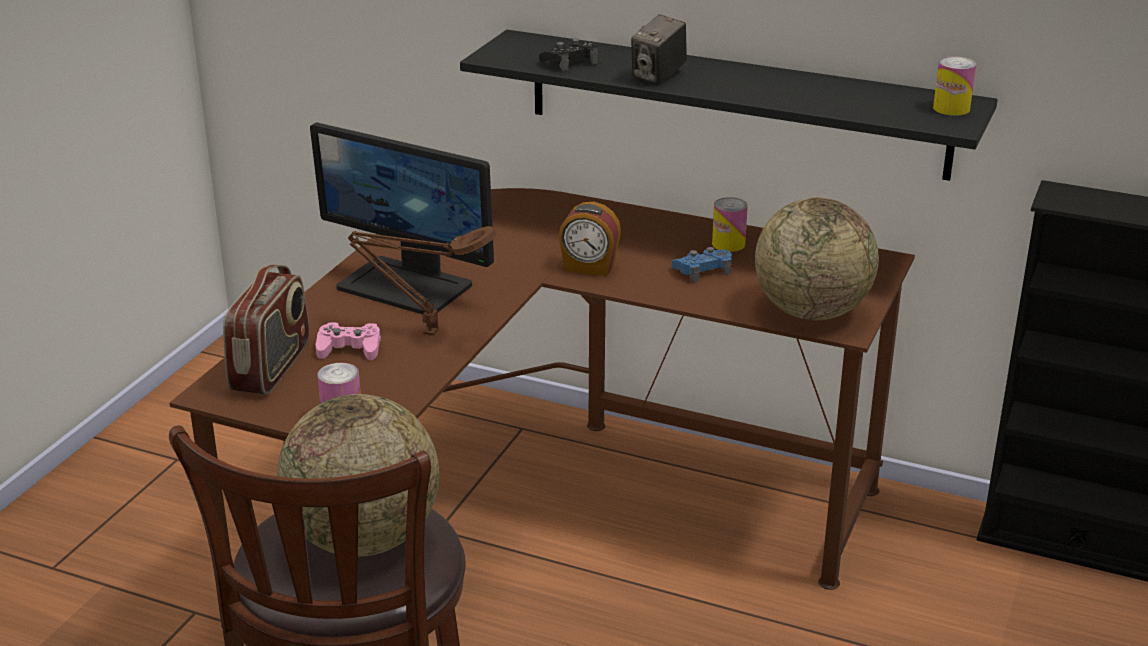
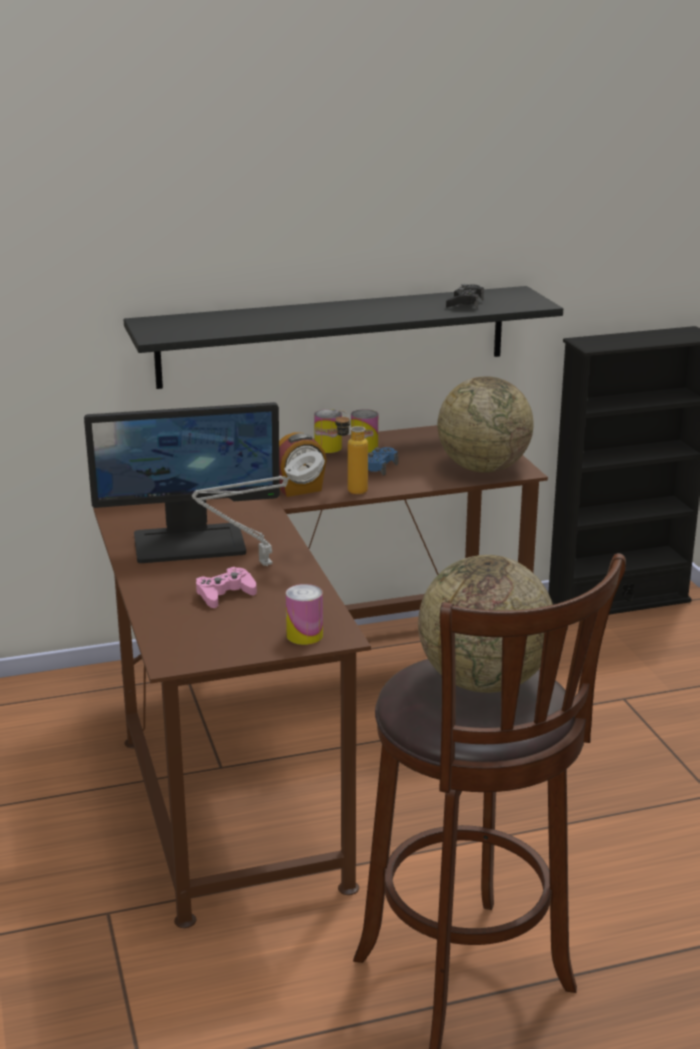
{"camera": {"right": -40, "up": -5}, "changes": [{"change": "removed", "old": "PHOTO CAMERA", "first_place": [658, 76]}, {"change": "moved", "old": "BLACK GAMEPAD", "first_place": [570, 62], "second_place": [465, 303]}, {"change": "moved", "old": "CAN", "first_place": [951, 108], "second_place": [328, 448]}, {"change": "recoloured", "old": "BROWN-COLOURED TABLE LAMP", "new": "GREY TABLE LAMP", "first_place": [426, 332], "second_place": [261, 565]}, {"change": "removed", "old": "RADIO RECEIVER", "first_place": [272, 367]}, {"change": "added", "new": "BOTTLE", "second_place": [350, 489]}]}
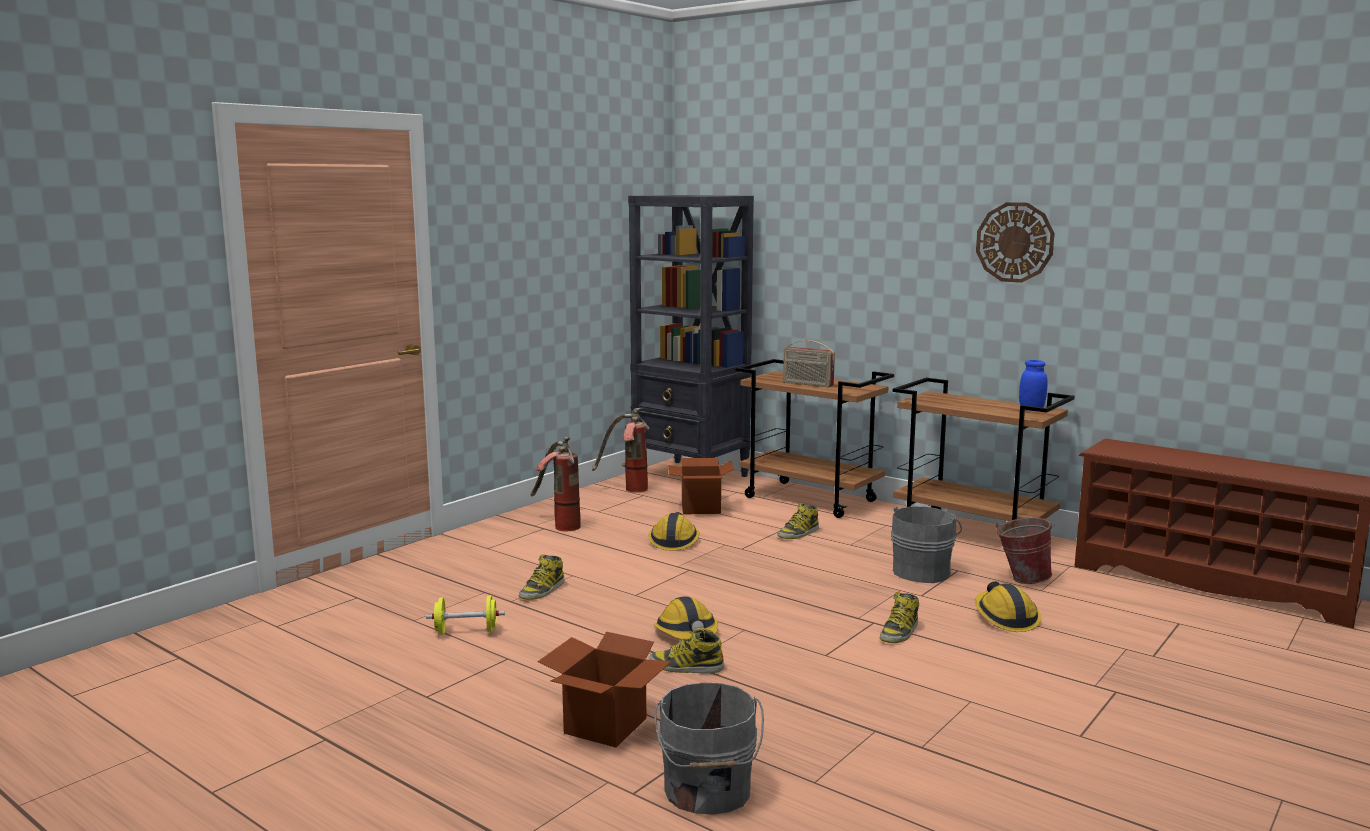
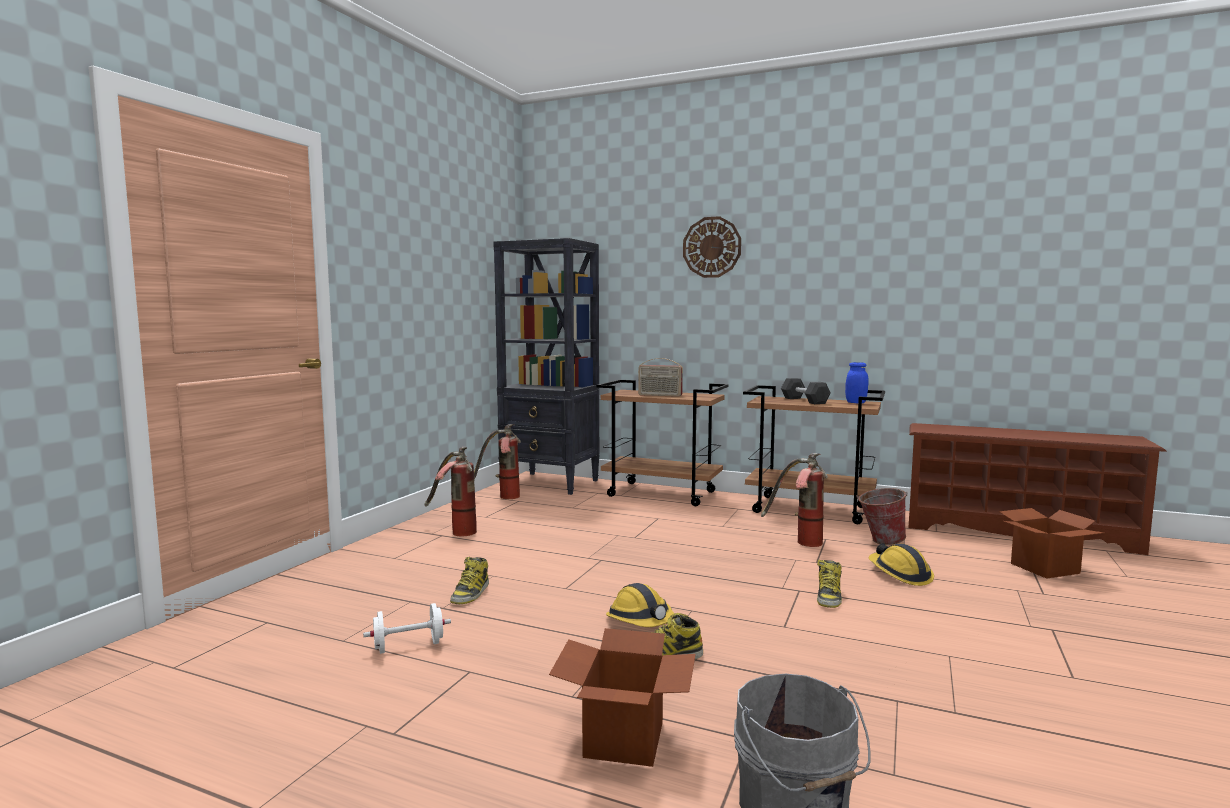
{"camera": {"right": -15, "up": -5}, "changes": [{"change": "moved", "old": "HANGING CLOCK", "first_place": [1014, 242], "second_place": [712, 247]}, {"change": "moved", "old": "PACKING BOX", "first_place": [701, 508], "second_place": [1044, 568]}, {"change": "removed", "old": "BOOT", "first_place": [798, 533]}, {"change": "replaced", "old": "GREY WATER BUCKET", "new": "FIRE EXTINGUISHER", "first_place": [922, 571], "second_place": [799, 542]}, {"change": "removed", "old": "SAFETY HELMET", "first_place": [674, 541]}, {"change": "recoloured", "old": "YELLOW DUMBBELL", "new": "WHITE DUMBBELL", "first_place": [466, 631], "second_place": [408, 646]}, {"change": "added", "new": "BLACK DUMBBELL", "second_place": [804, 400]}]}
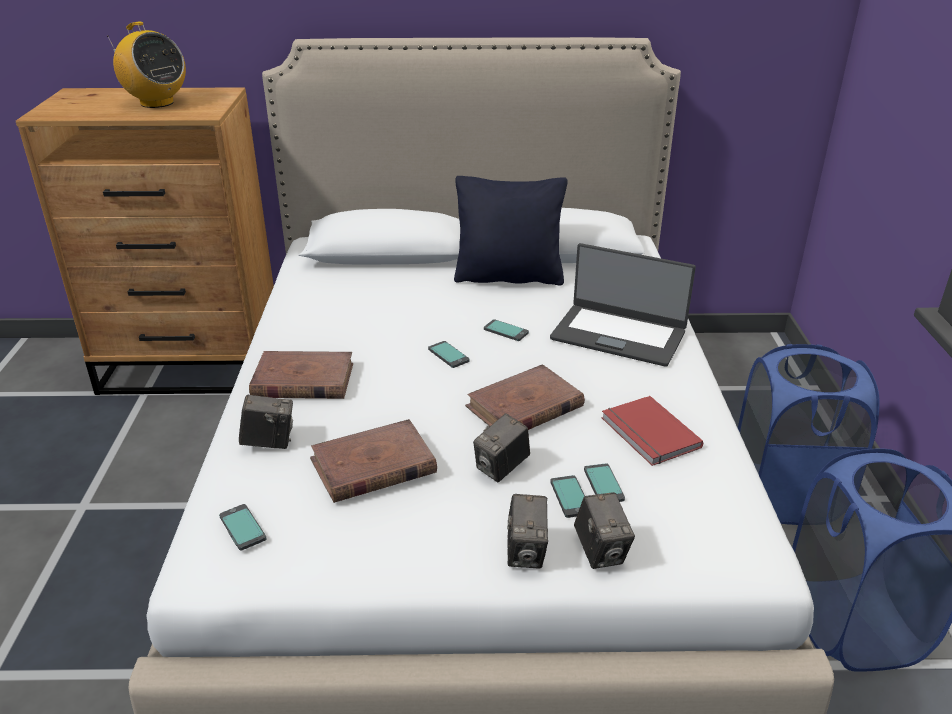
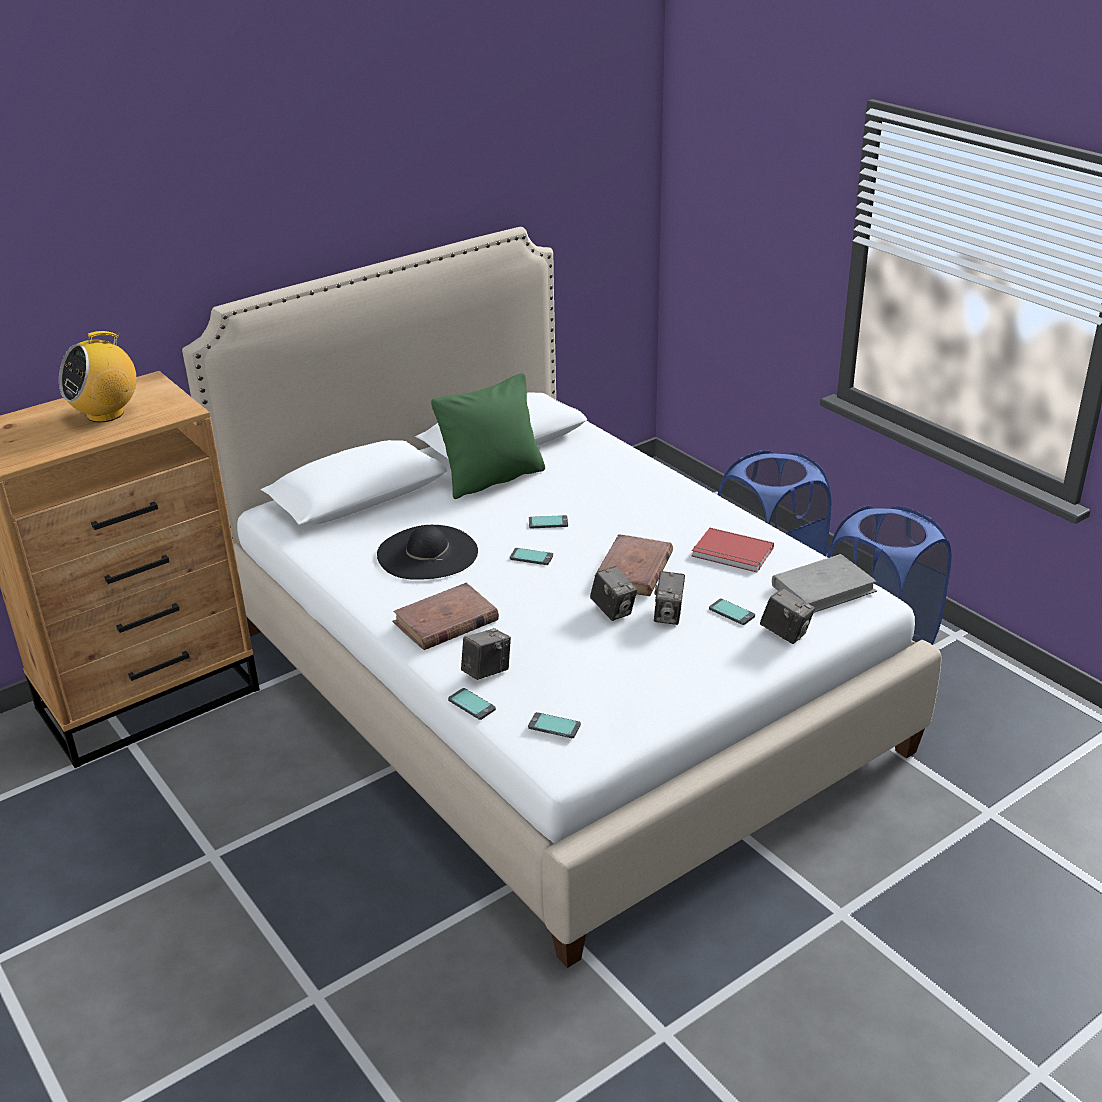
{"camera": {"right": -35, "up": 0}, "changes": [{"change": "turned", "old": "RADIO RECEIVER", "first_place": [156, 103], "second_place": [106, 414], "degrees": 135}, {"change": "recoloured", "old": "BLACK CUSHION", "new": "GREEN-COLOURED CUSHION", "first_place": [509, 277], "second_place": [492, 479]}, {"change": "removed", "old": "NOTEBOOK COMPUTER", "first_place": [618, 334]}, {"change": "removed", "old": "BROWN-COLOURED VOLUME", "first_place": [373, 466]}, {"change": "moved", "old": "HANDSET", "first_place": [604, 484], "second_place": [472, 704]}, {"change": "moved", "old": "PHOTO CAMERA", "first_place": [526, 552], "second_place": [613, 610]}, {"change": "added", "new": "BLACK CLOTHING HAT", "second_place": [427, 553]}, {"change": "added", "new": "GREY VOLUME", "second_place": [823, 589]}]}
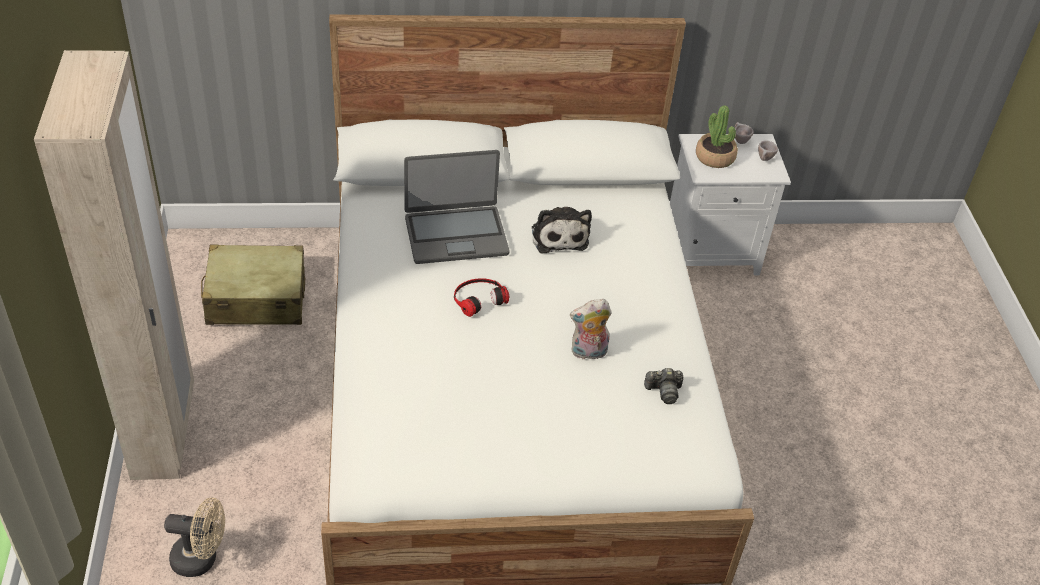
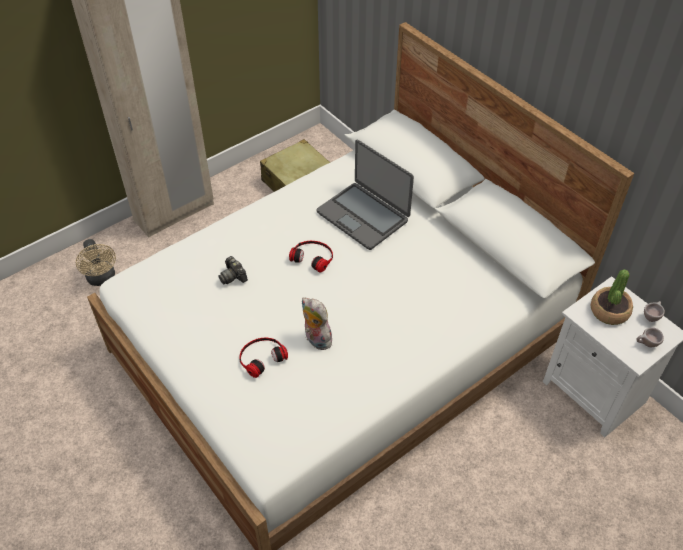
{"camera": {"right": 60, "up": 5}, "changes": [{"change": "removed", "old": "SOFT TOY", "first_place": [559, 236]}, {"change": "moved", "old": "PHOTO CAMERA", "first_place": [664, 391], "second_place": [233, 276]}, {"change": "added", "new": "PAIR OF HEADPHONES", "second_place": [261, 357]}]}
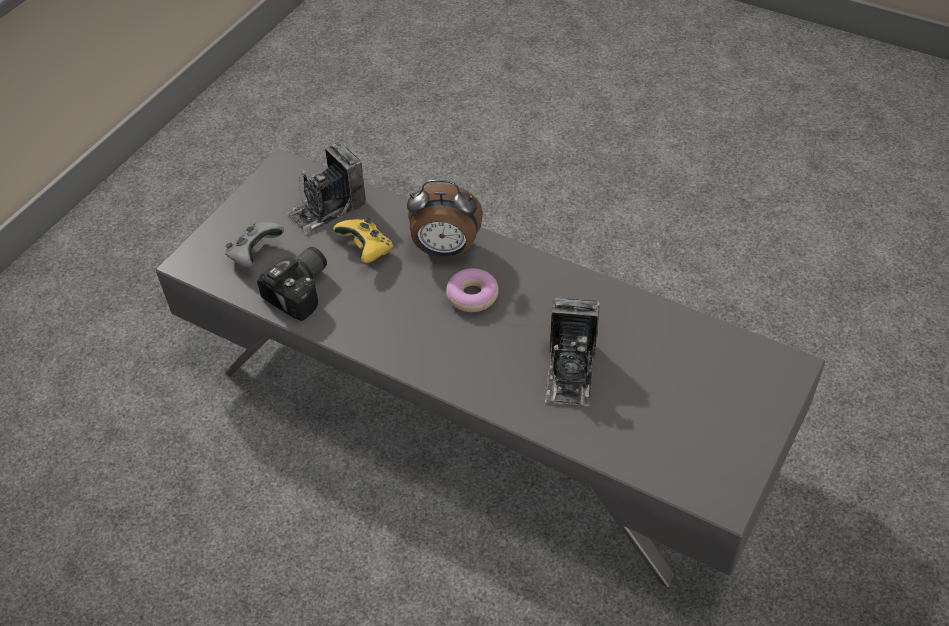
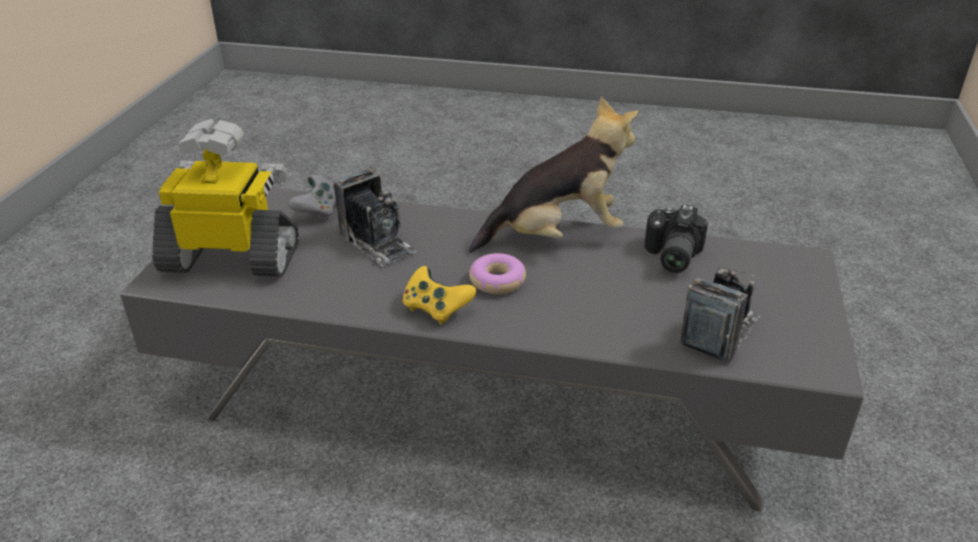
{"camera": {"right": 160, "up": -15}, "changes": [{"change": "removed", "old": "BEDSIDE CLOCK", "first_place": [445, 250]}, {"change": "moved", "old": "YELLOW GAMEPAD", "first_place": [367, 250], "second_place": [436, 309]}, {"change": "moved", "old": "GREY GAMEPAD", "first_place": [255, 254], "second_place": [319, 211]}, {"change": "turned", "old": "PHOTO CAMERA", "first_place": [570, 371], "second_place": [377, 243], "degrees": 150}, {"change": "added", "new": "SOFT TOY", "second_place": [557, 236]}, {"change": "added", "new": "ROBOT FIGURE", "second_place": [233, 258]}]}
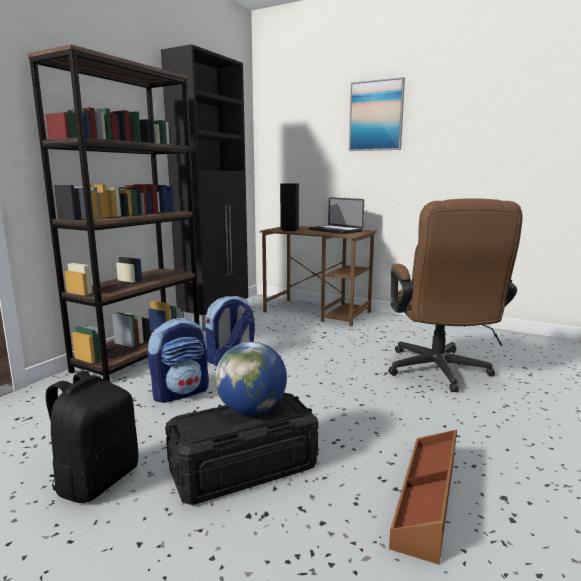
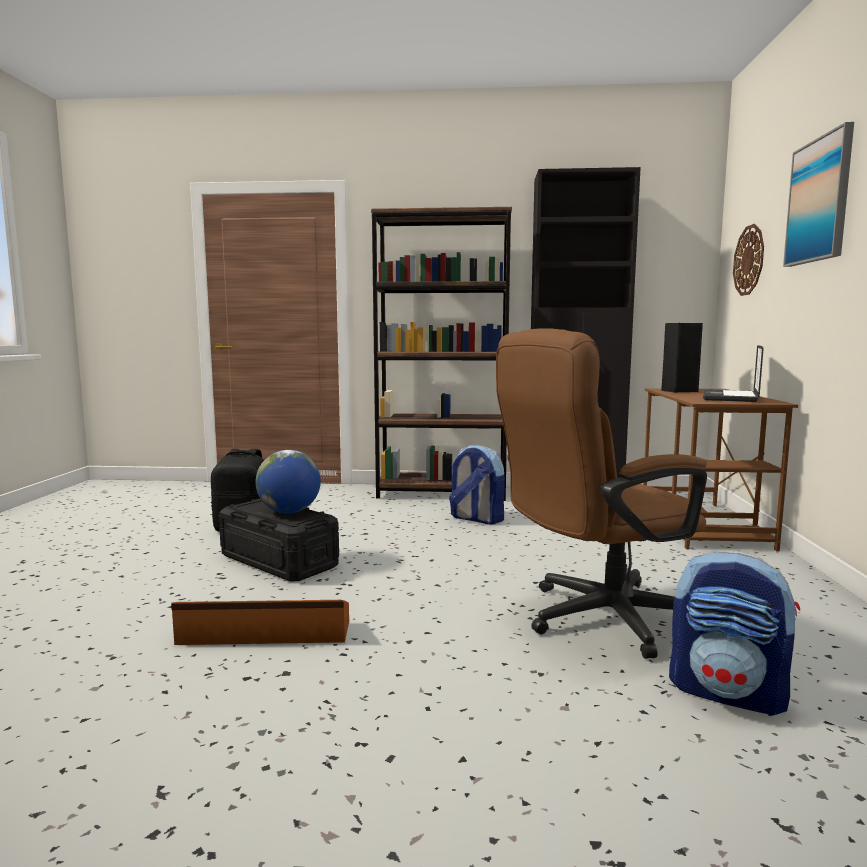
{"camera": {"right": 65, "up": -5}, "changes": [{"change": "moved", "old": "RUCKSACK", "first_place": [181, 392], "second_place": [728, 693]}, {"change": "added", "new": "HANGING CLOCK", "second_place": [749, 260]}]}
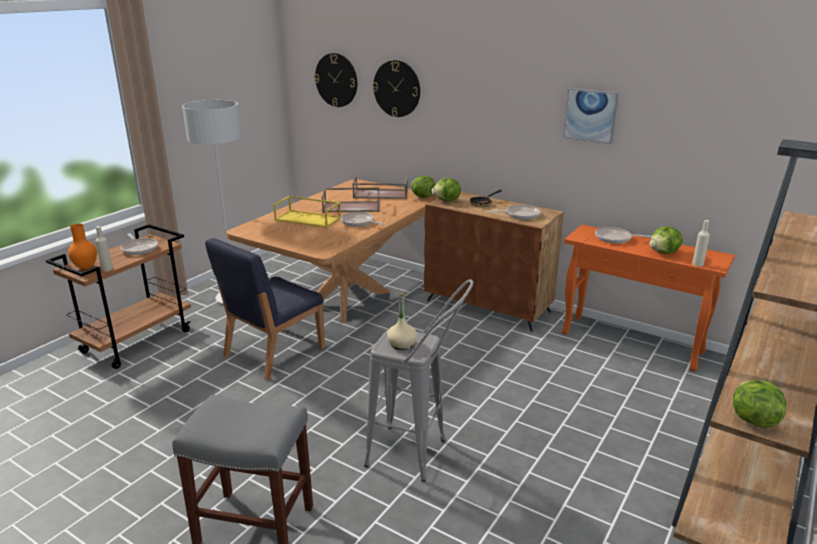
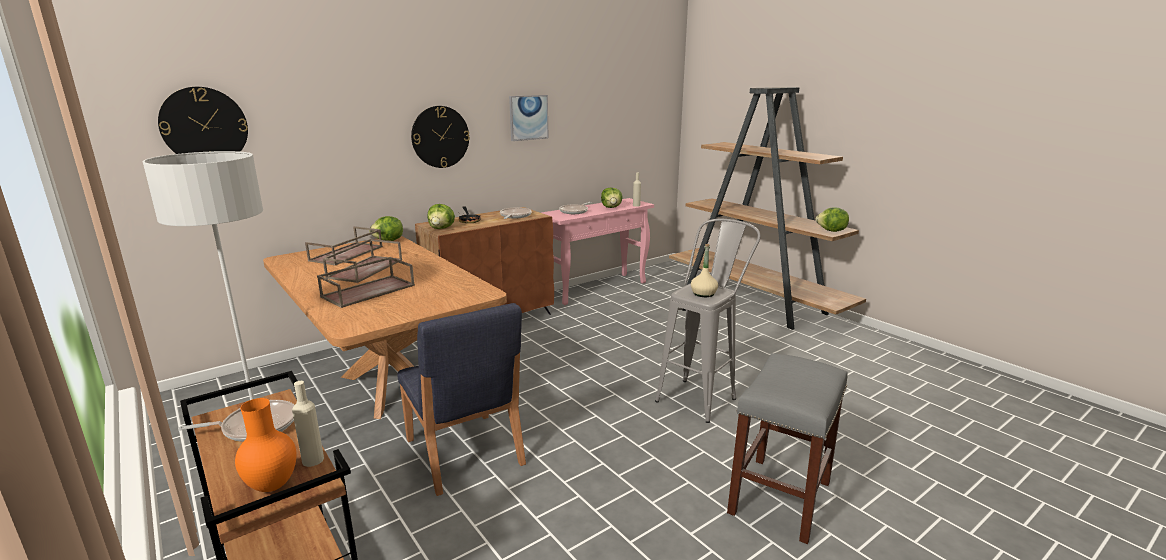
{"camera": {"right": -70, "up": -5}, "changes": [{"change": "moved", "old": "HANGING CLOCK", "first_place": [397, 88], "second_place": [440, 137]}, {"change": "recoloured", "old": "YELLOW TRAY", "new": "BROWN-COLOURED TRAY", "first_place": [308, 219], "second_place": [369, 290]}, {"change": "removed", "old": "FRYING PAN", "first_place": [359, 222]}, {"change": "recoloured", "old": "ORANGE CONSOLE TABLE", "new": "PINK-COLOURED CONSOLE TABLE", "first_place": [632, 343], "second_place": [597, 288]}]}
